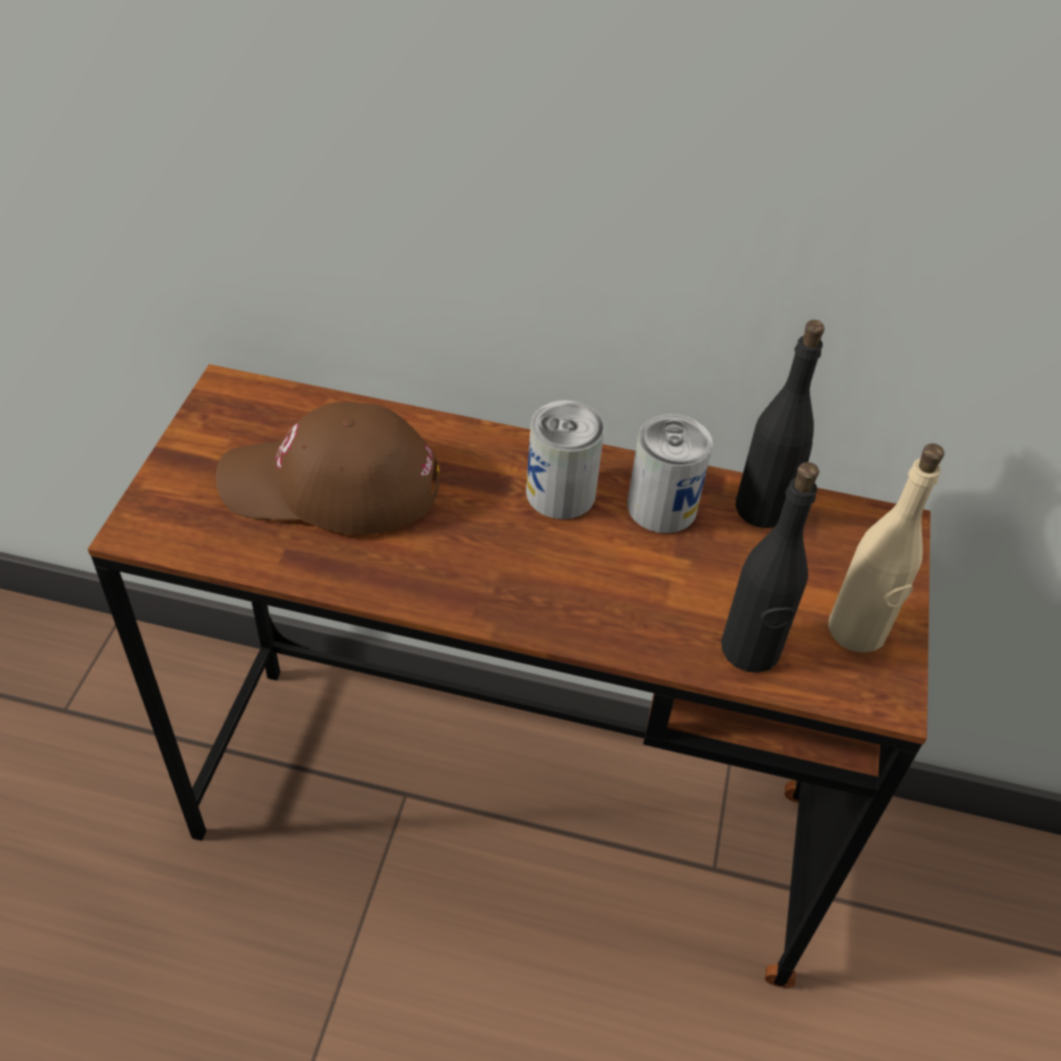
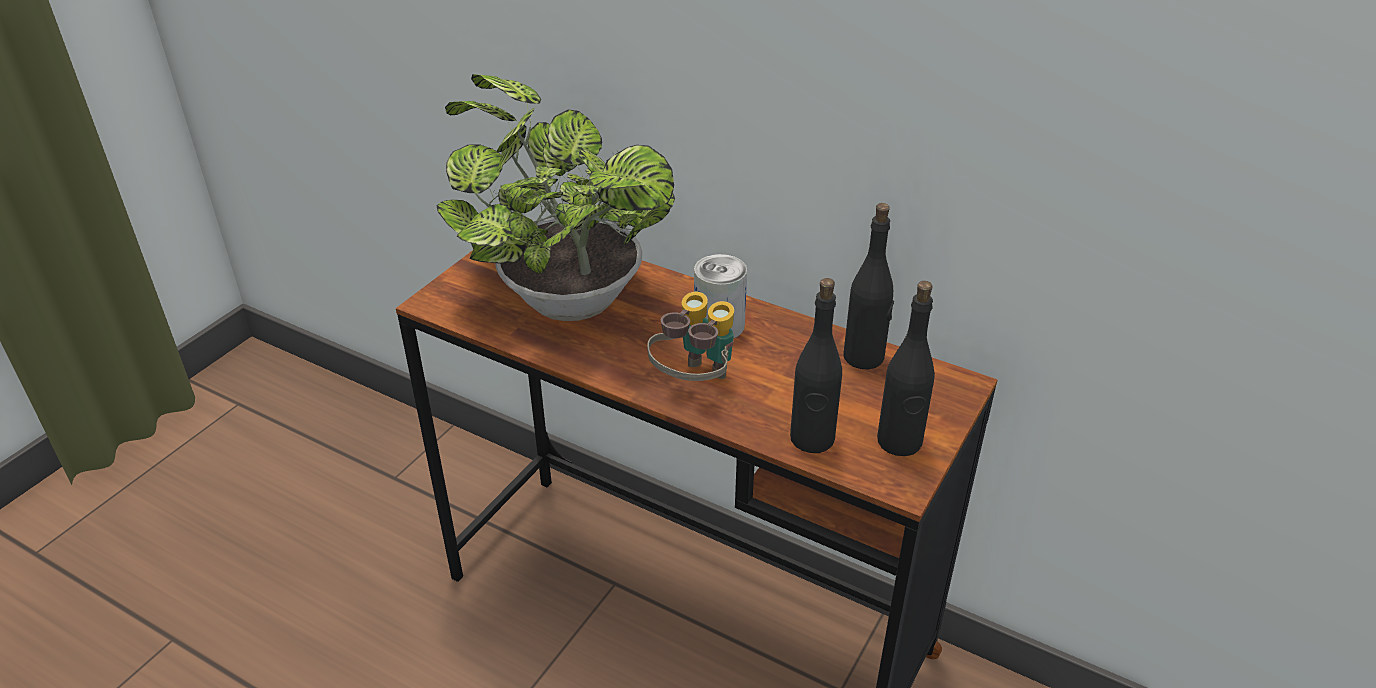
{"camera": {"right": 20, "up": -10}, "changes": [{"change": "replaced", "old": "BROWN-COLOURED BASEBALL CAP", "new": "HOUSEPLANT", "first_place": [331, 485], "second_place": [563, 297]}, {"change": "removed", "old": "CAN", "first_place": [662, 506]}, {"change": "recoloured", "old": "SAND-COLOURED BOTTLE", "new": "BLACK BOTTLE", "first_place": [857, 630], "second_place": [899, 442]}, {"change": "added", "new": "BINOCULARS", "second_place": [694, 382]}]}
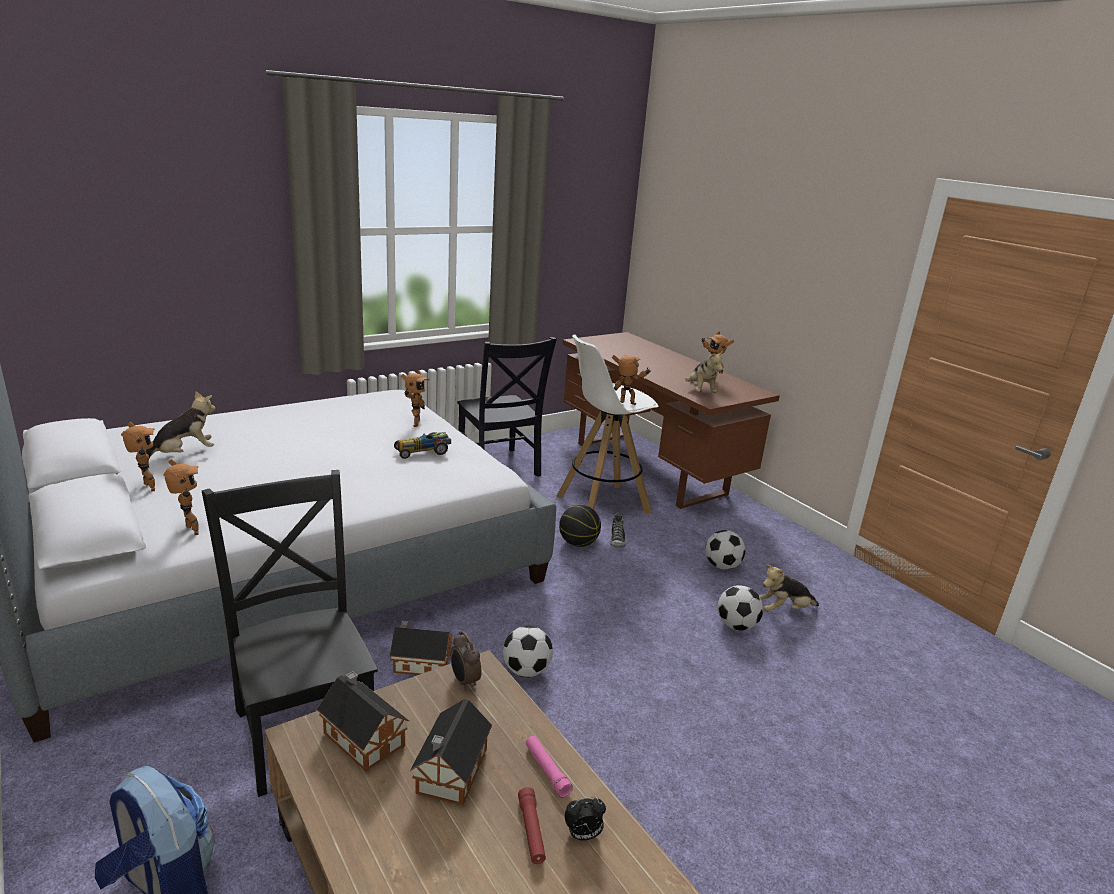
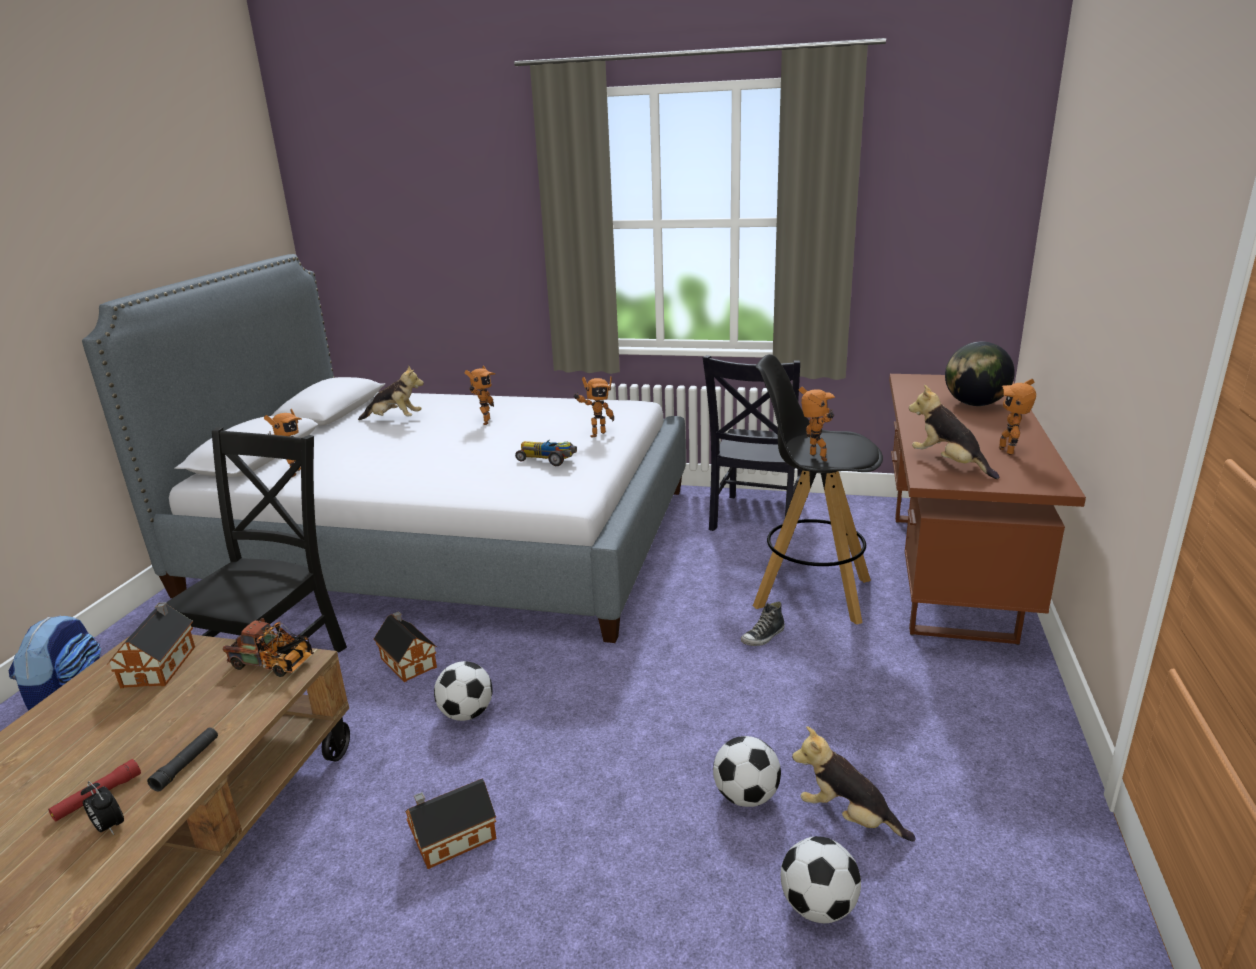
{"camera": {"right": 50, "up": 0}, "changes": [{"change": "recoloured", "old": "WHITE SITTING STOOL", "new": "BLACK SITTING STOOL", "first_place": [601, 504], "second_place": [810, 592]}, {"change": "turned", "old": "SOFT TOY", "first_place": [700, 391], "second_place": [948, 464], "degrees": 105}, {"change": "moved", "old": "ROBOT FIGURE", "first_place": [146, 488], "second_place": [484, 422]}, {"change": "removed", "old": "BASKETBALL", "first_place": [578, 543]}, {"change": "moved", "old": "FOOTBALL BALL", "first_place": [722, 566], "second_place": [818, 906]}, {"change": "replaced", "old": "BEDSIDE CLOCK", "new": "MODEL TRUCK", "first_place": [464, 681], "second_place": [276, 664]}, {"change": "moved", "old": "TOY HOUSE", "first_place": [450, 773], "second_place": [451, 838]}, {"change": "recoloured", "old": "PINK-COLOURED HAND TORCH", "new": "BLACK HAND TORCH", "first_place": [547, 770], "second_place": [187, 764]}, {"change": "added", "new": "DESK GLOBE", "second_place": [975, 404]}]}
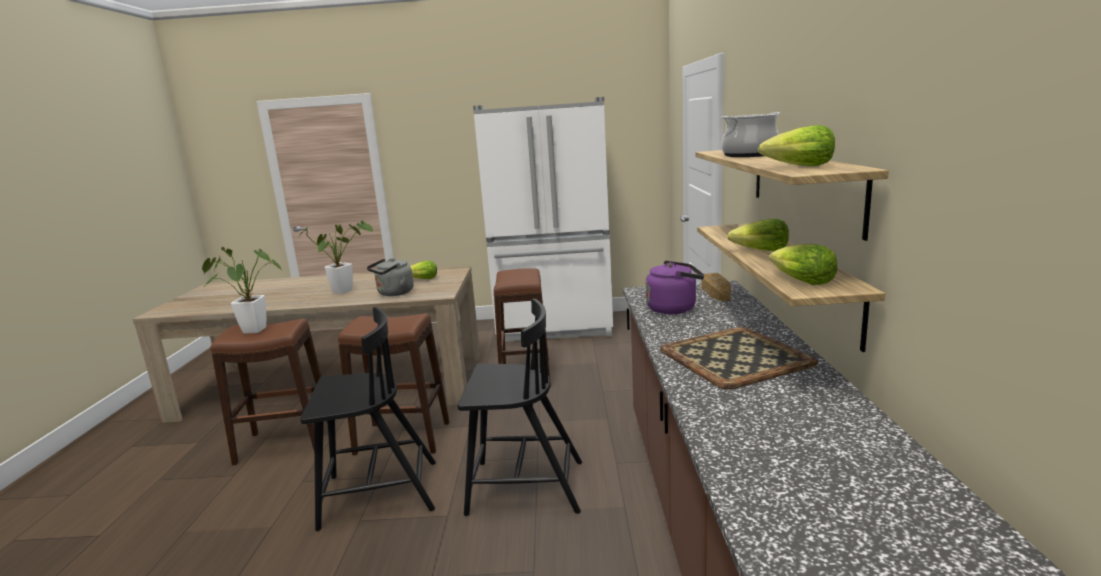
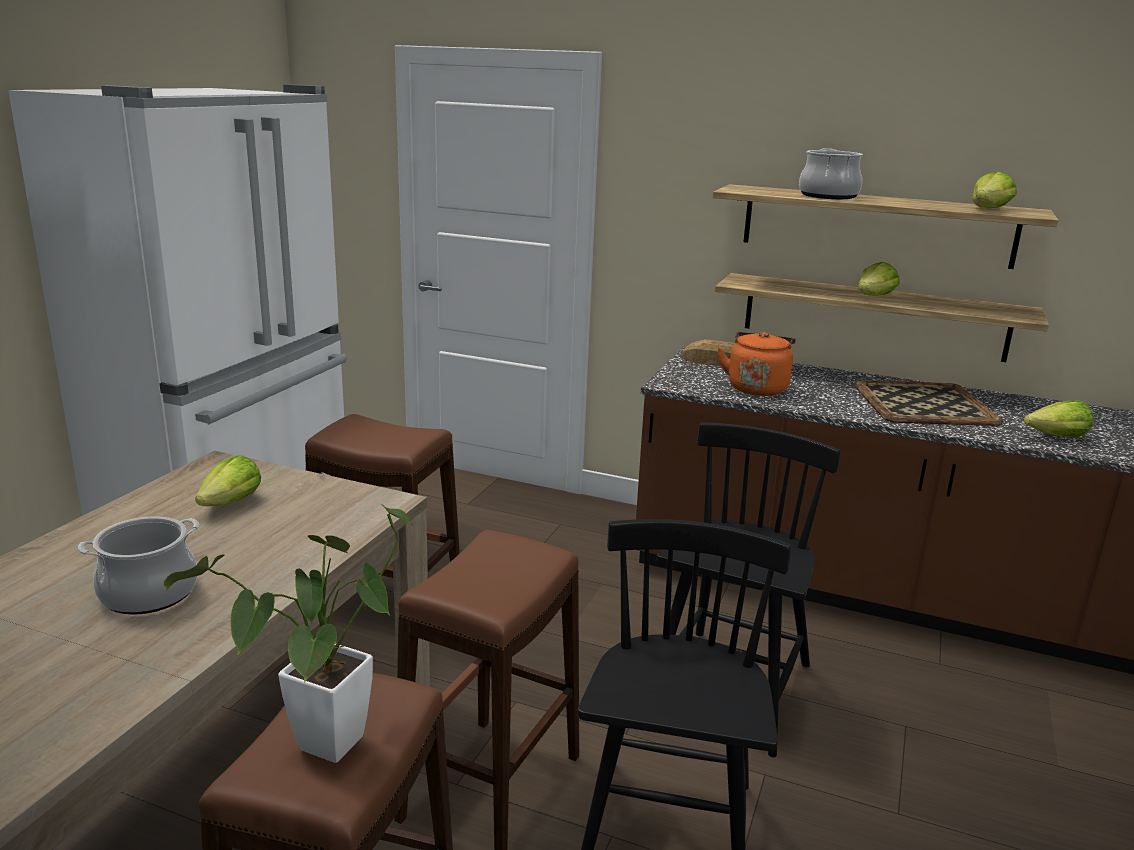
{"camera": {"right": -70, "up": 5}, "changes": [{"change": "replaced", "old": "HOUSEPLANT", "new": "COOKING POT", "first_place": [346, 290], "second_place": [149, 593]}, {"change": "moved", "old": "HEAD OF LETTUCE", "first_place": [801, 281], "second_place": [1057, 437]}, {"change": "removed", "old": "GREY WATER KETTLE", "first_place": [393, 293]}, {"change": "recoloured", "old": "PURPLE-COLOURED WATER KETTLE", "new": "ORANGE WATER KETTLE", "first_place": [674, 308], "second_place": [757, 388]}]}
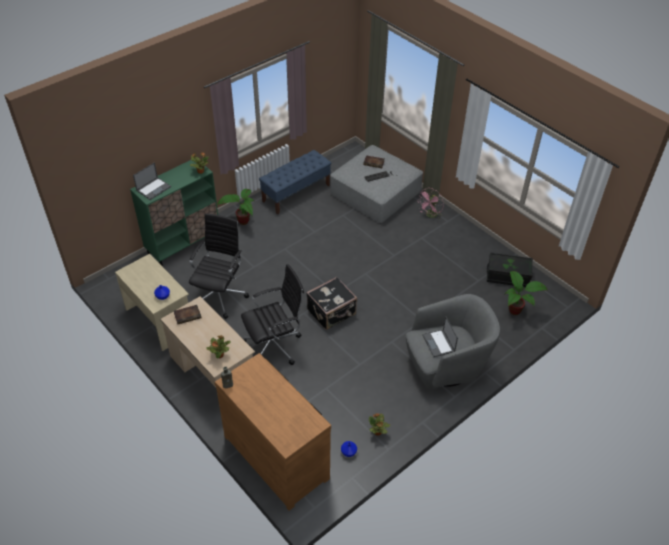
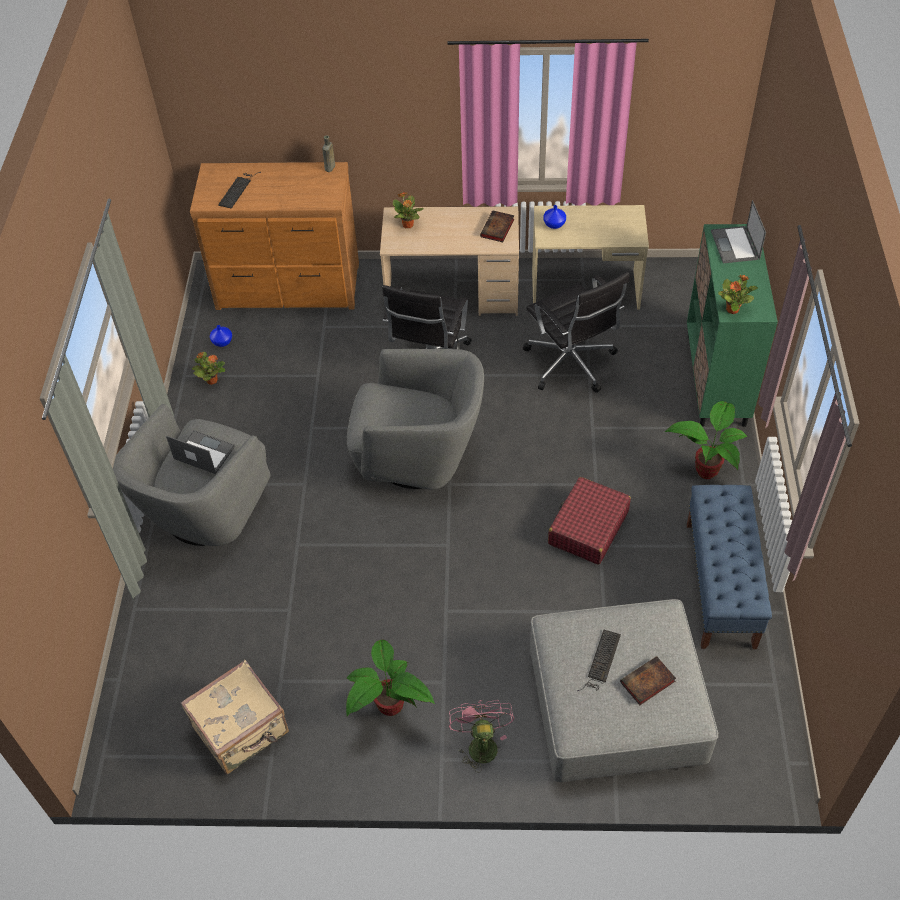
{"camera": {"right": 135, "up": 5}, "changes": [{"change": "replaced", "old": "BLACK STORAGE CONTAINER", "new": "SAND-COLOURED TRAVEL CASE", "first_place": [507, 276], "second_place": [242, 730]}, {"change": "moved", "old": "HOUSEPLANT", "first_place": [516, 311], "second_place": [388, 710]}, {"change": "replaced", "old": "BLACK TRAVEL CASE", "new": "GREY EASY CHAIR", "first_place": [332, 312], "second_place": [419, 456]}, {"change": "added", "new": "PC KEYBOARD", "second_place": [238, 189]}, {"change": "added", "new": "RED-COLOURED TRAVEL CASE", "second_place": [588, 528]}]}
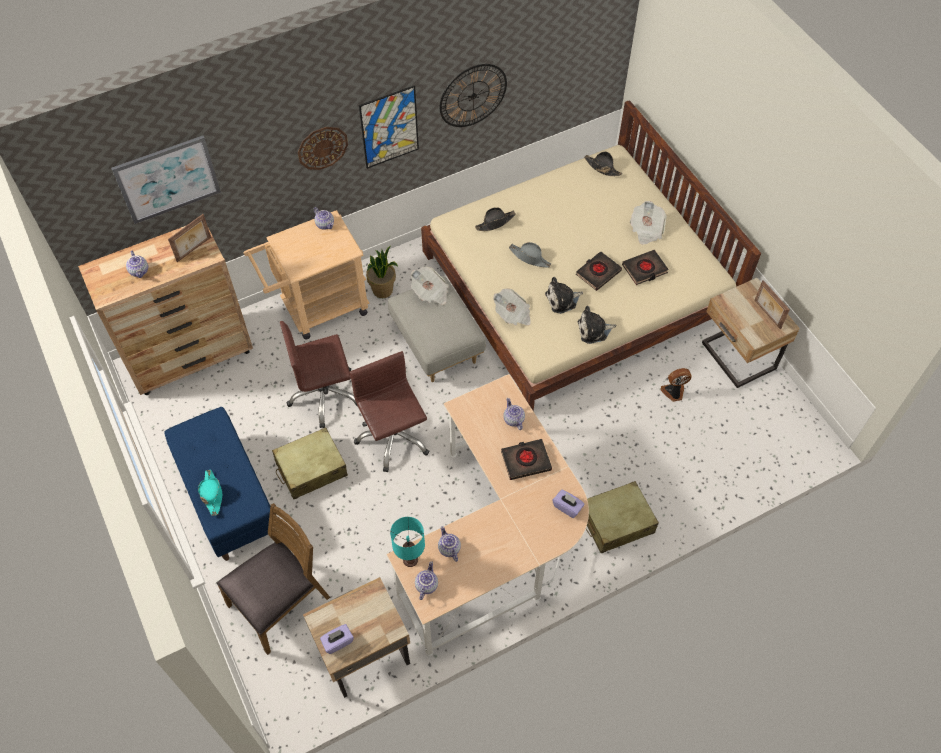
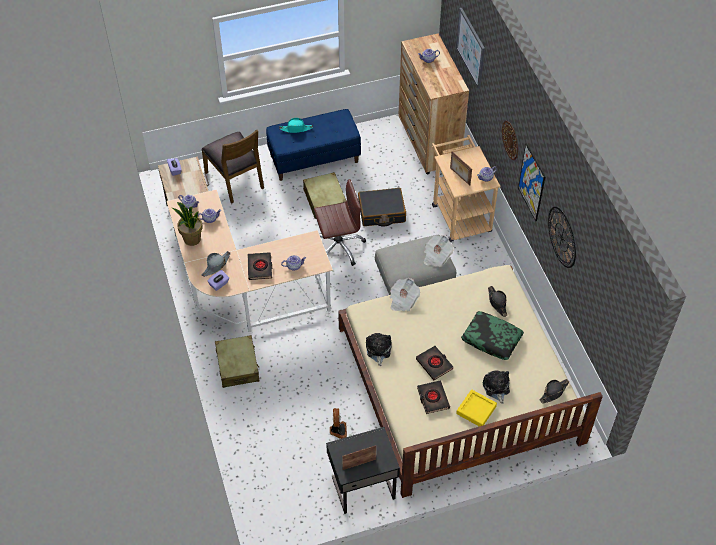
{"camera": {"right": 100, "up": -5}, "changes": [{"change": "replaced", "old": "NEWSPAPER", "new": "YELLOW TRAY", "first_place": [646, 230], "second_place": [476, 410]}, {"change": "moved", "old": "PICTURE FRAME", "first_place": [194, 249], "second_place": [459, 176]}, {"change": "moved", "old": "GREY CLOTHING HAT", "first_place": [530, 258], "second_place": [216, 265]}, {"change": "moved", "old": "HOUSEPLANT", "first_place": [383, 290], "second_place": [192, 239]}, {"change": "moved", "old": "SOFT TOY", "first_place": [562, 300], "second_place": [496, 388]}, {"change": "recoloured", "old": "SAND-COLOURED NIGHT TABLE", "new": "BLACK NIGHT TABLE", "first_place": [736, 357], "second_place": [362, 486]}, {"change": "replaced", "old": "BROWN-COLOURED COMPUTER CHAIR", "new": "BLACK TRAVEL CASE", "first_place": [325, 395], "second_place": [381, 212]}, {"change": "removed", "old": "BLUE-GREEN TABLE LAMP", "first_place": [411, 560]}, {"change": "added", "new": "CUSHION", "second_place": [491, 339]}]}
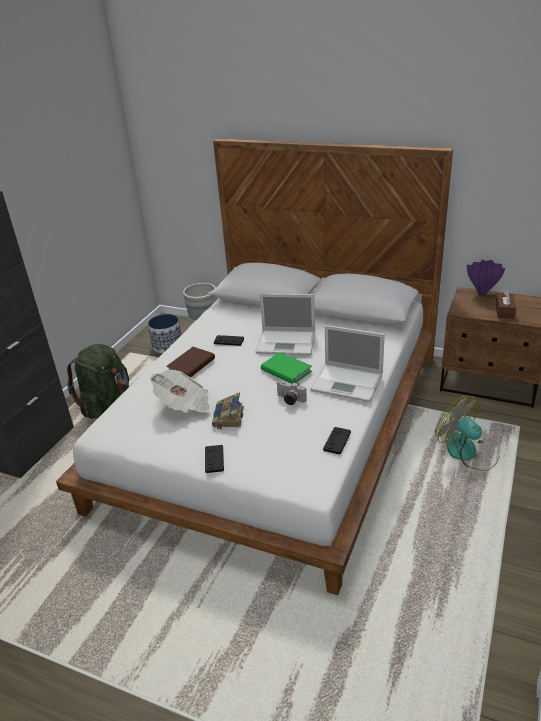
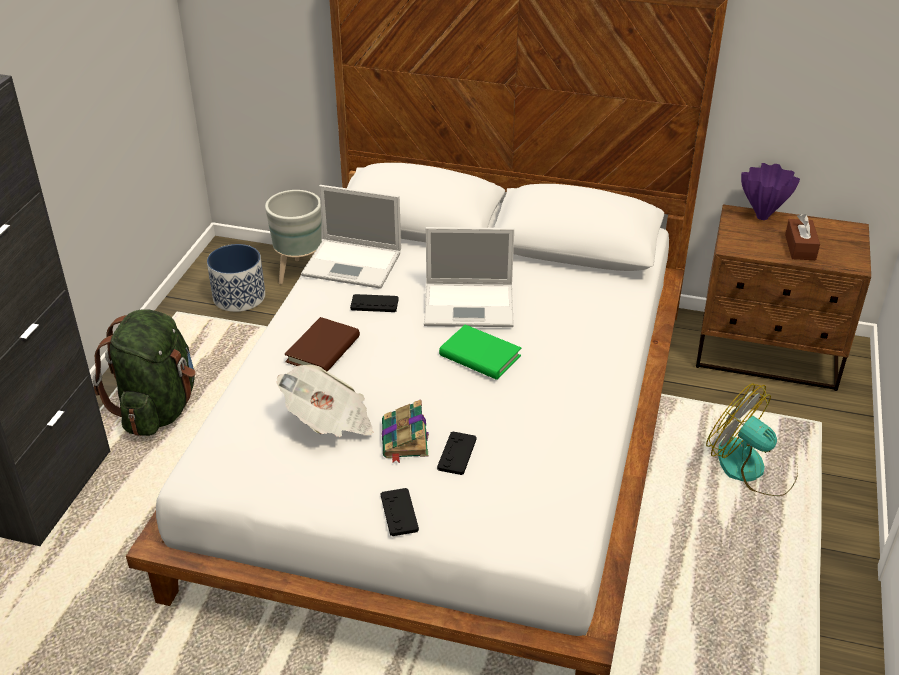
{"camera": {"right": -10, "up": 5}, "changes": [{"change": "moved", "old": "NOTEBOOK COMPUTER", "first_place": [348, 383], "second_place": [354, 264]}, {"change": "removed", "old": "PHOTO CAMERA", "first_place": [289, 400]}, {"change": "moved", "old": "BLACK GAMEPAD", "first_place": [337, 441], "second_place": [457, 454]}]}
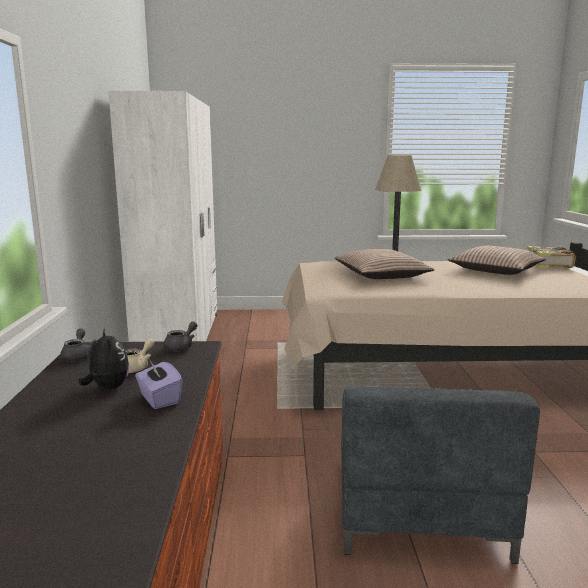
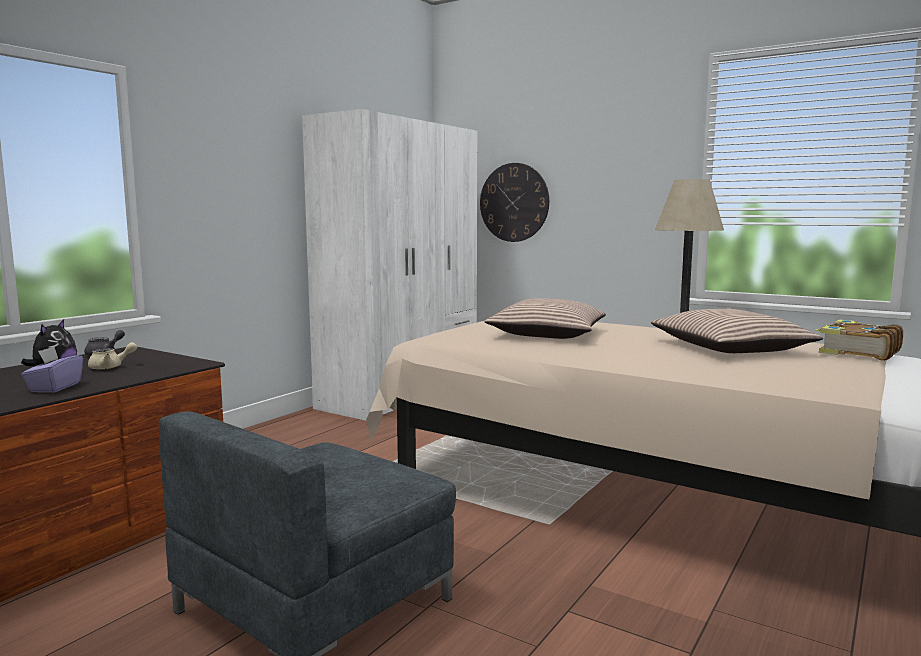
{"camera": {"right": 35, "up": -5}, "changes": [{"change": "removed", "old": "GREY TEAPOT", "first_place": [181, 347]}, {"change": "added", "new": "HANGING CLOCK", "second_place": [514, 202]}]}
